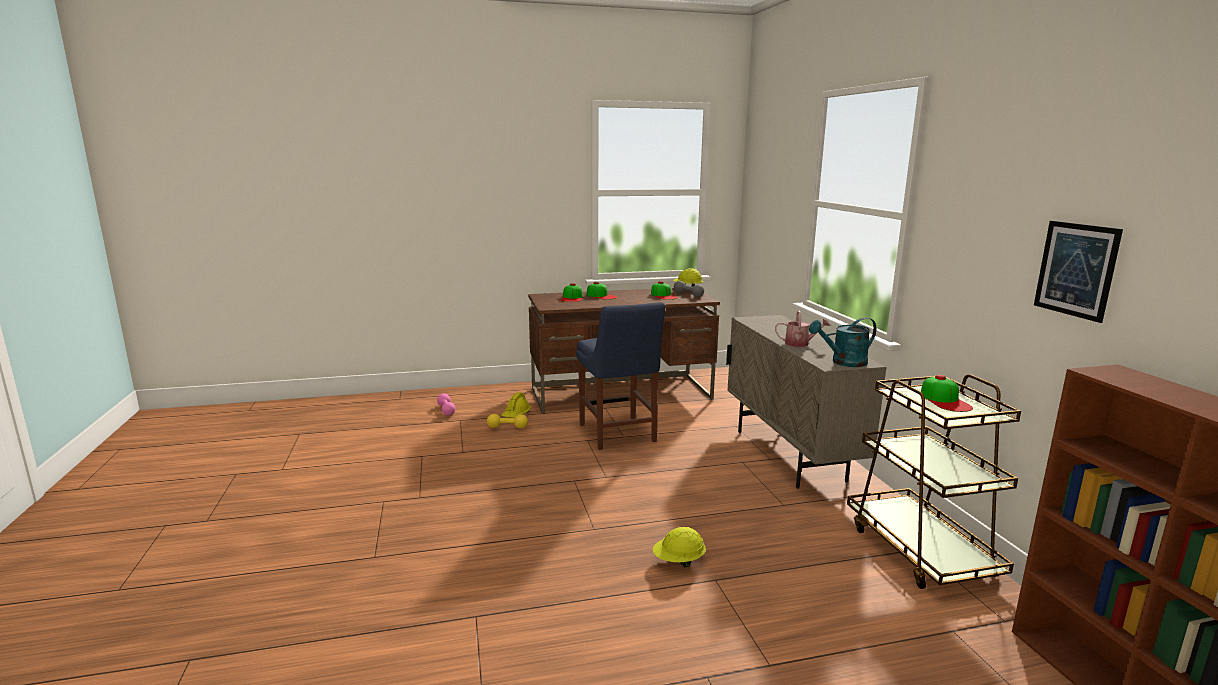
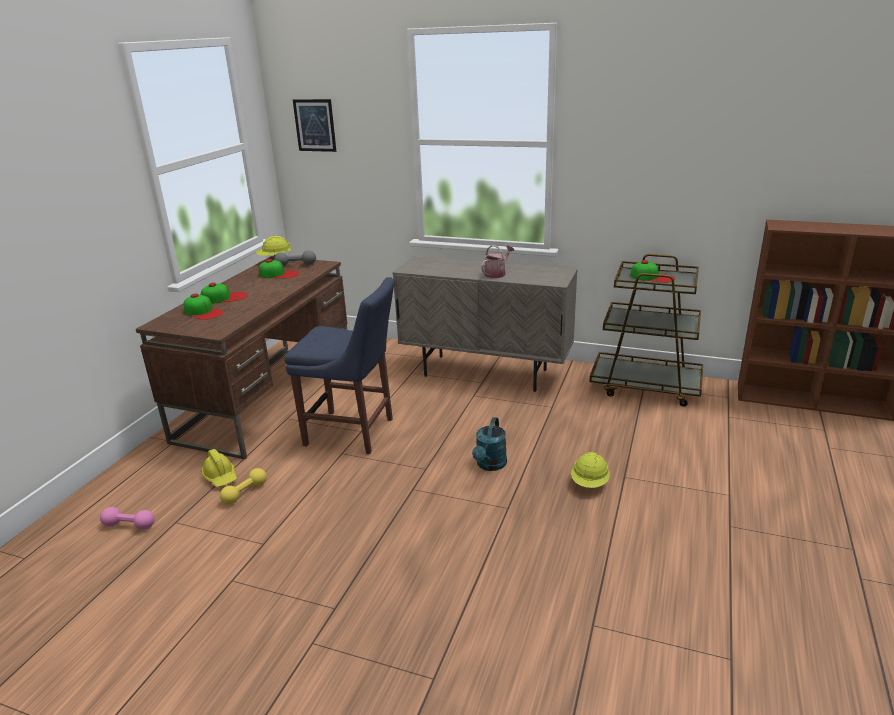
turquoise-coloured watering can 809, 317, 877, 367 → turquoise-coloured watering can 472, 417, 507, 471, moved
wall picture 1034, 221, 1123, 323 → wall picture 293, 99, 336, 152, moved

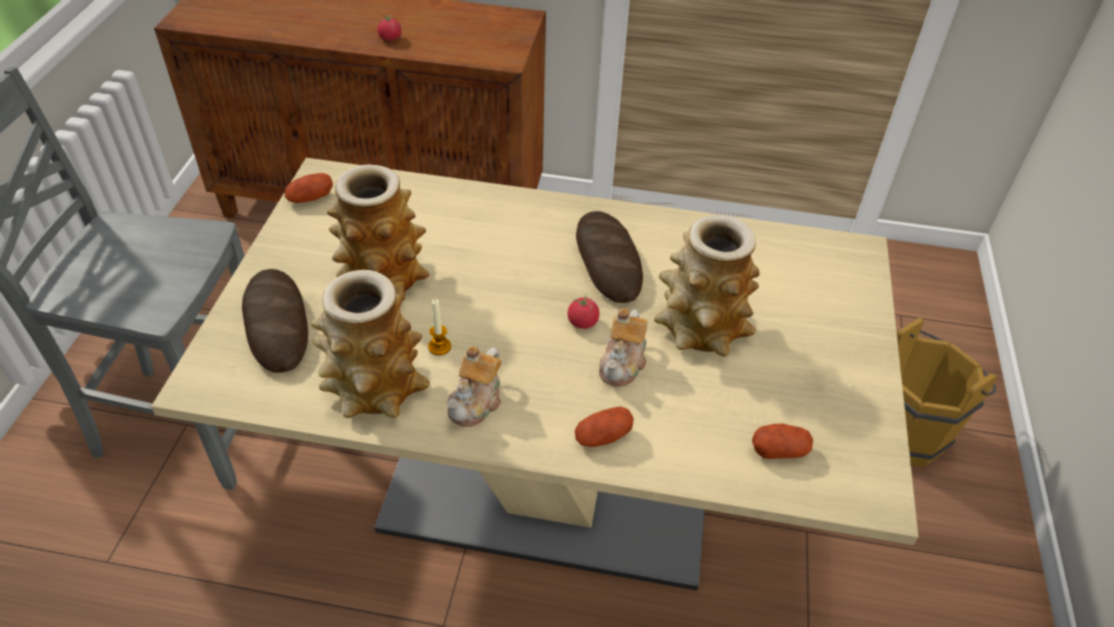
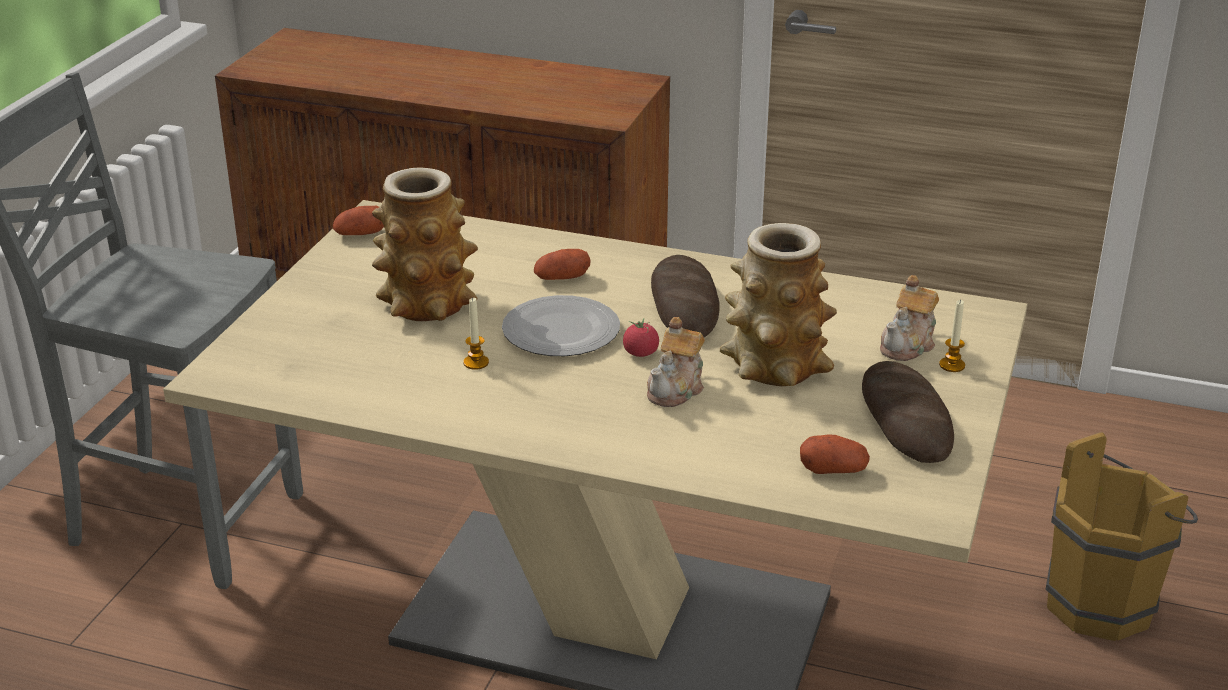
baked bread 242, 269, 308, 373 → baked bread 862, 361, 954, 463, moved
vase 311, 270, 430, 418 → -
fresh tomato 378, 14, 401, 41 → -
teapot 447, 346, 501, 427 → teapot 880, 275, 939, 361, moved
spud 575, 406, 634, 447 → spud 534, 249, 591, 280, moved
- → plate 502, 295, 620, 356
- → wax light 939, 299, 965, 372

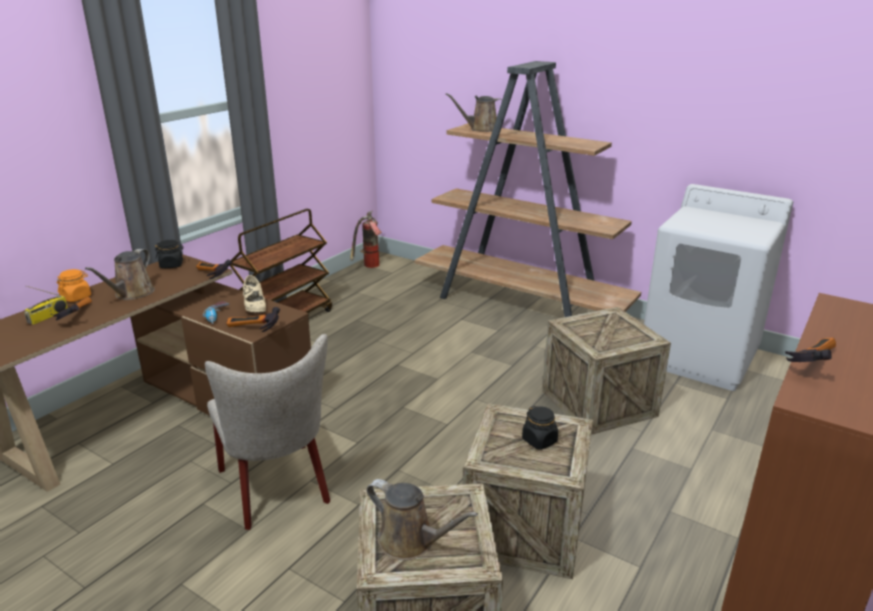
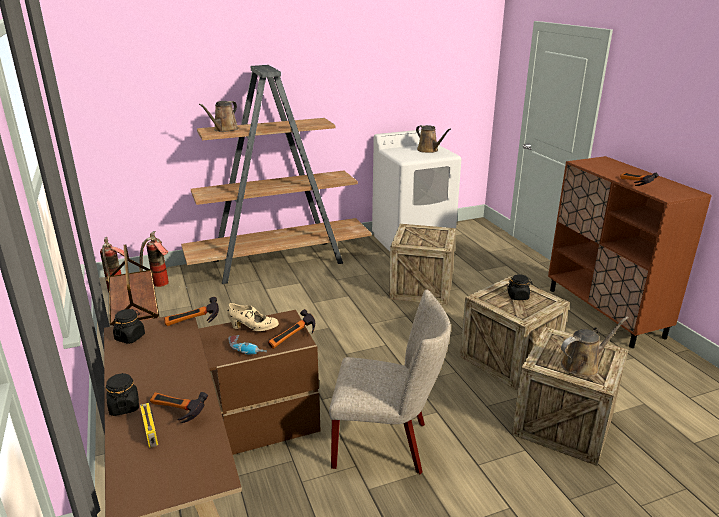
orange-coloured jar 57, 269, 91, 302 → black jar 106, 373, 139, 416
brown watering can 85, 249, 155, 300 → brown watering can 416, 125, 451, 153, moved
- → extinguisher 139, 231, 169, 287

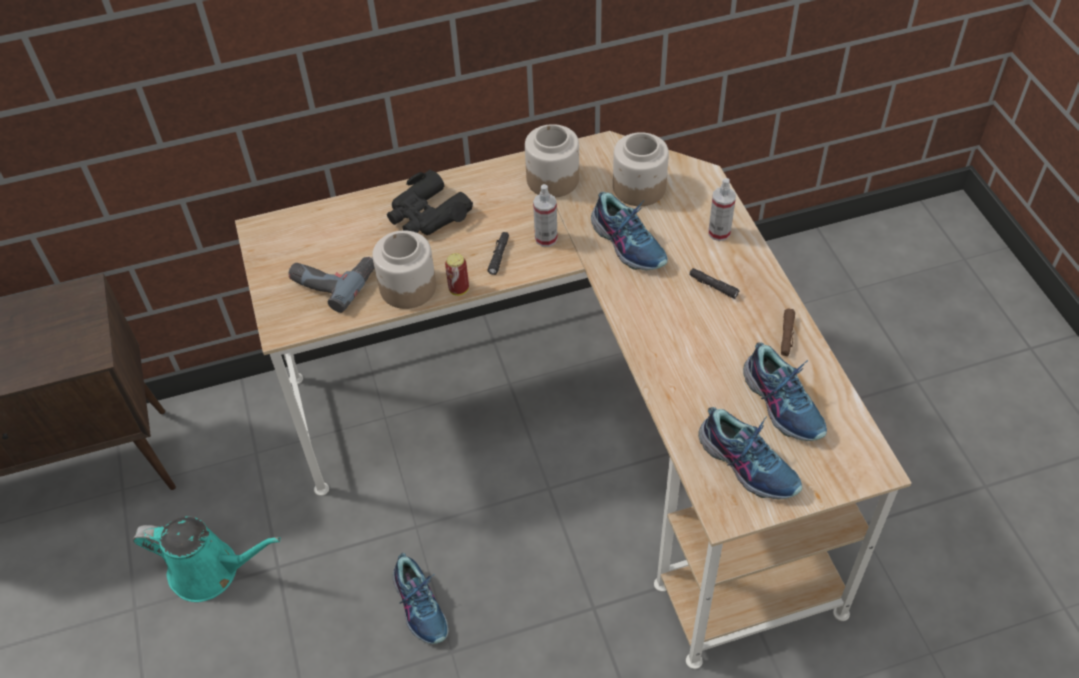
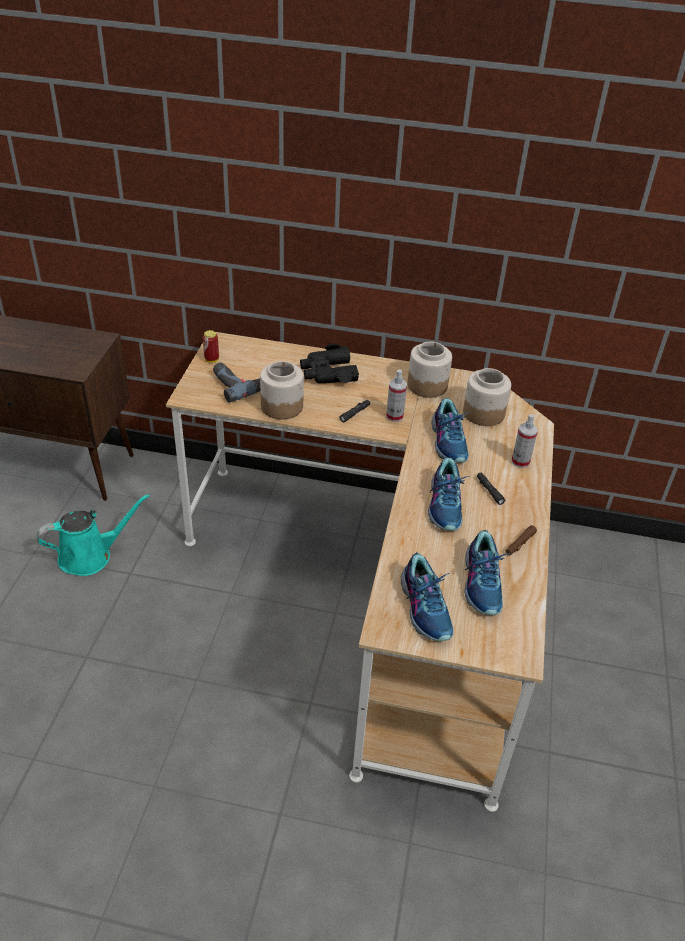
turquoise-coloured watering can 133, 517, 281, 602 → turquoise-coloured watering can 37, 494, 150, 576, 60 degrees counterclockwise
low shoe 392, 553, 449, 644 → low shoe 428, 457, 470, 531, moved
sealed can 445, 253, 469, 296 → sealed can 203, 330, 219, 363, moved

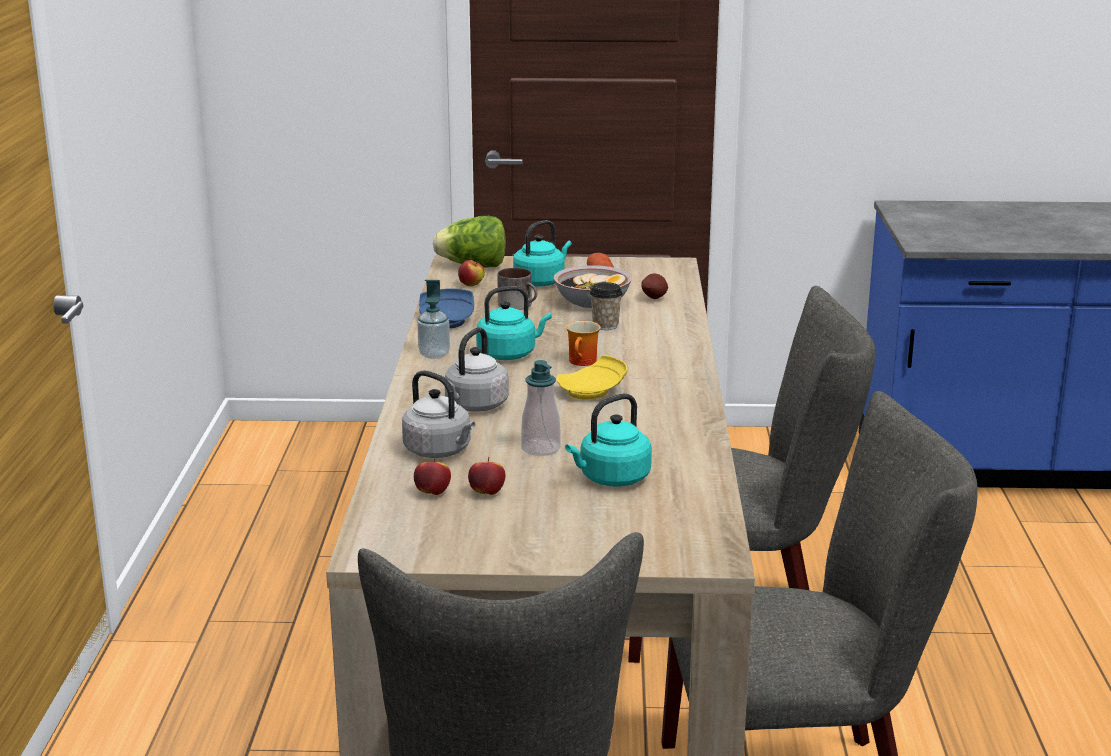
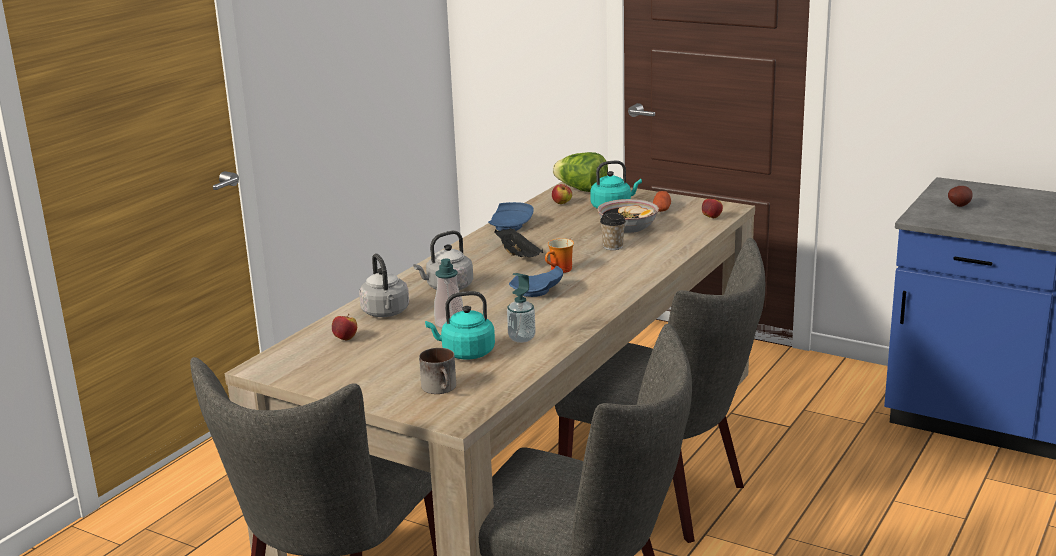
liquid soap bottle 417, 280, 450, 359 → liquid soap bottle 507, 273, 536, 343, moved
whole apple 468, 457, 505, 495 → whole apple 702, 197, 723, 218, moved
turquoise-coloured kettle 476, 286, 552, 360 → black carrying tray 494, 228, 543, 257
coffee mug 497, 268, 538, 310 → coffee mug 419, 348, 456, 394, moved
yellow-coloured plate 557, 355, 627, 400 → bluish plate 509, 266, 563, 297
spud 641, 273, 668, 299 → spud 948, 186, 973, 207, moved

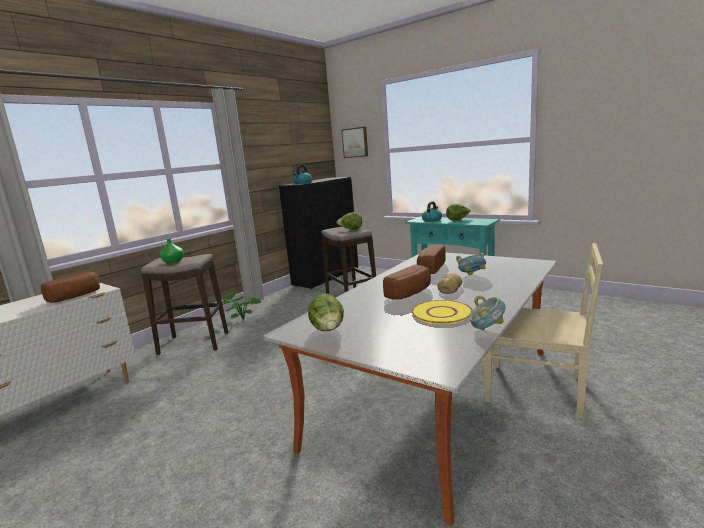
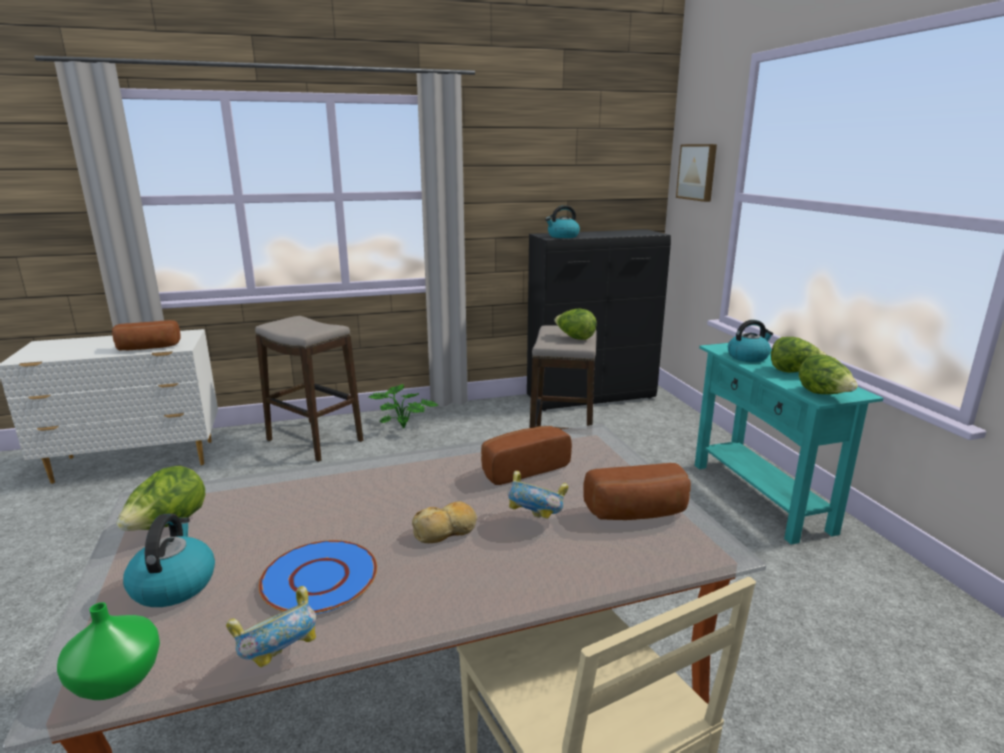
green vase 159, 239, 184, 264 → green vase 57, 602, 160, 700, moved
baked bread 383, 265, 431, 300 → baked bread 583, 463, 691, 520, moved
yellow-coloured plate 412, 300, 473, 324 → bluish plate 259, 540, 377, 614
- → kettle 123, 513, 215, 607
- → lettuce 799, 354, 858, 394

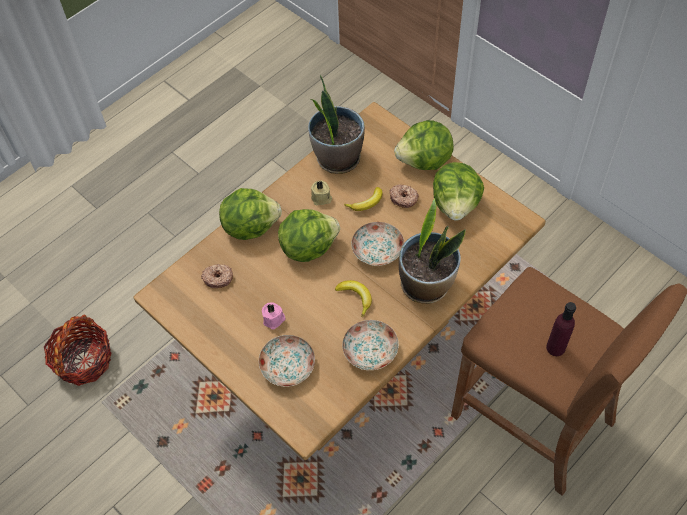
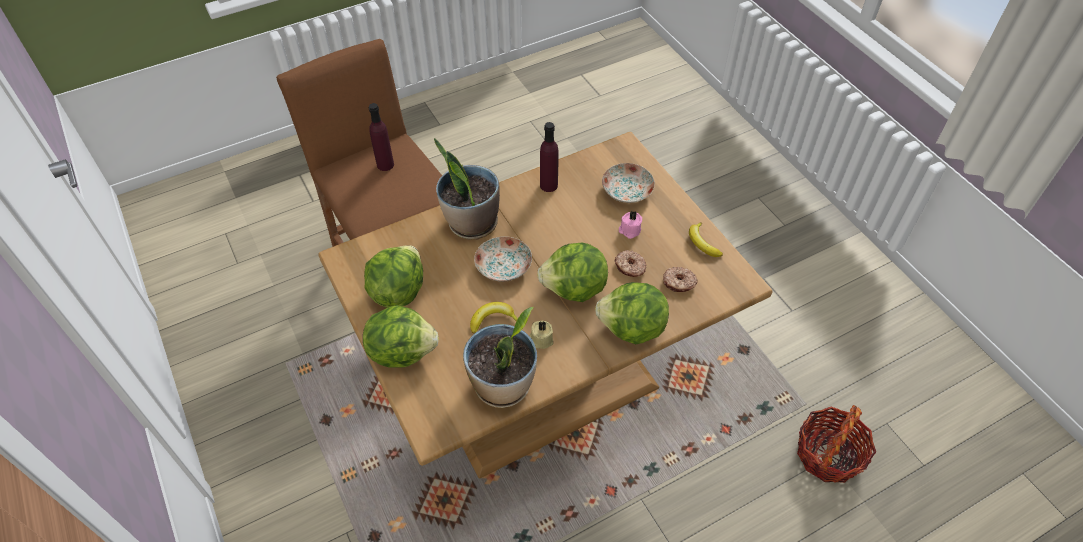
banana 335, 280, 372, 317 → banana 689, 222, 723, 257, moved
plate 342, 320, 399, 370 → purplish beverage bottle 540, 122, 559, 192
donut 389, 185, 419, 208 → donut 615, 250, 646, 277, moved

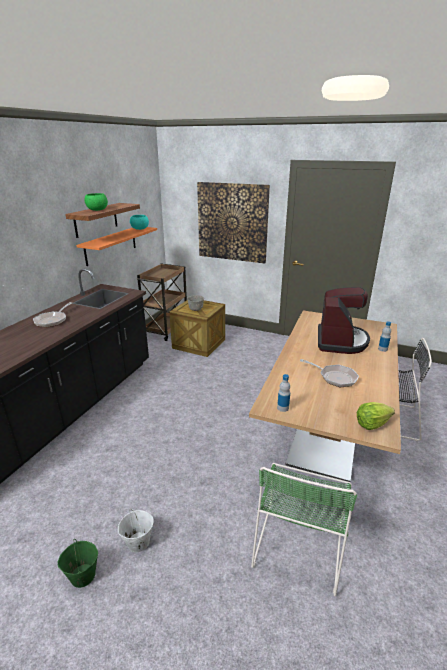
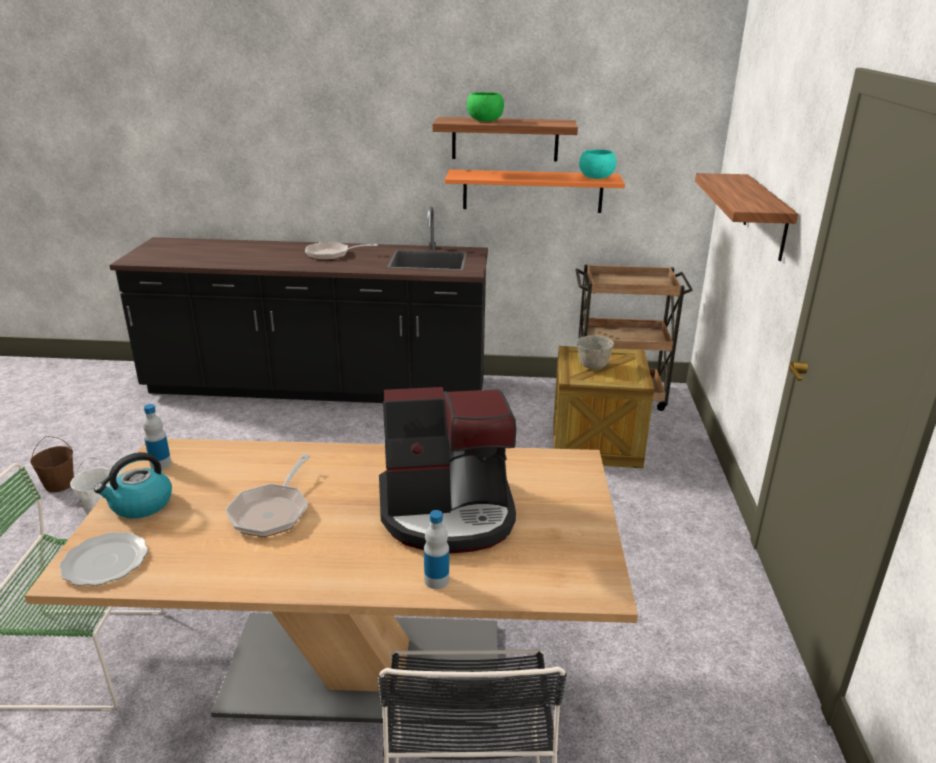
green bucket 57, 539, 98, 588 → brown bucket 30, 436, 74, 492
wall picture 197, 182, 270, 263 → bracket shelf 695, 173, 798, 261
lettuce 357, 402, 395, 430 → plate 59, 532, 148, 586
- → kettle 94, 452, 172, 518

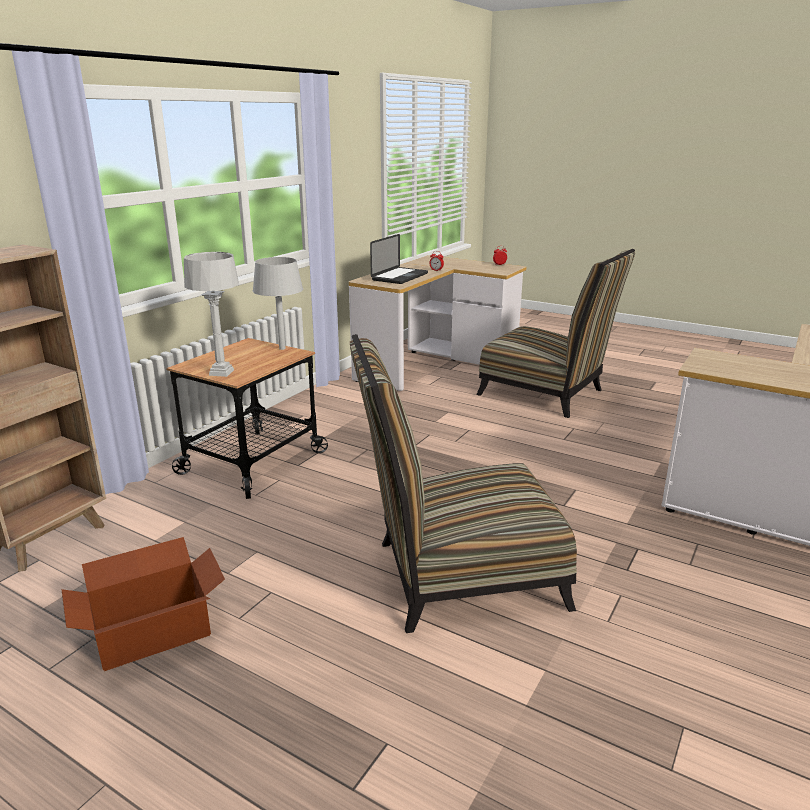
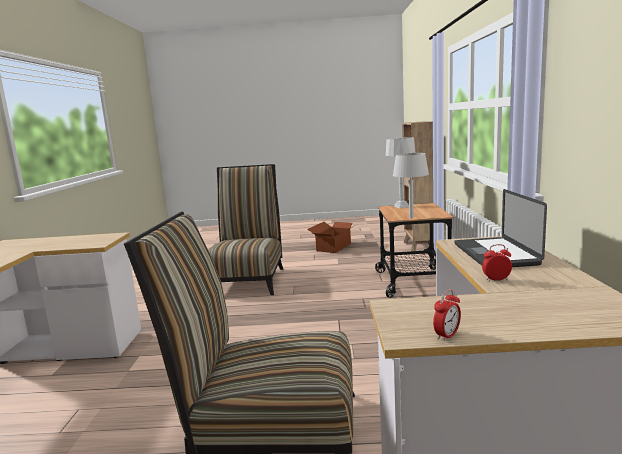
plain chair 350, 334, 577, 633 → plain chair 208, 164, 283, 295, 45 degrees counterclockwise

